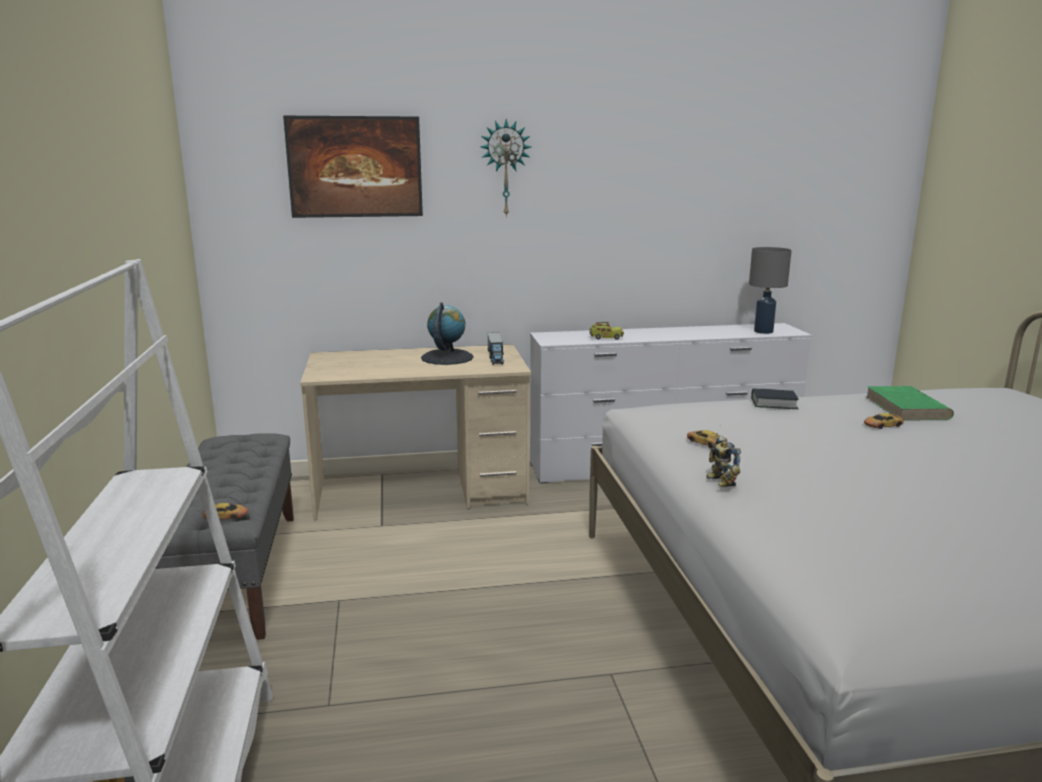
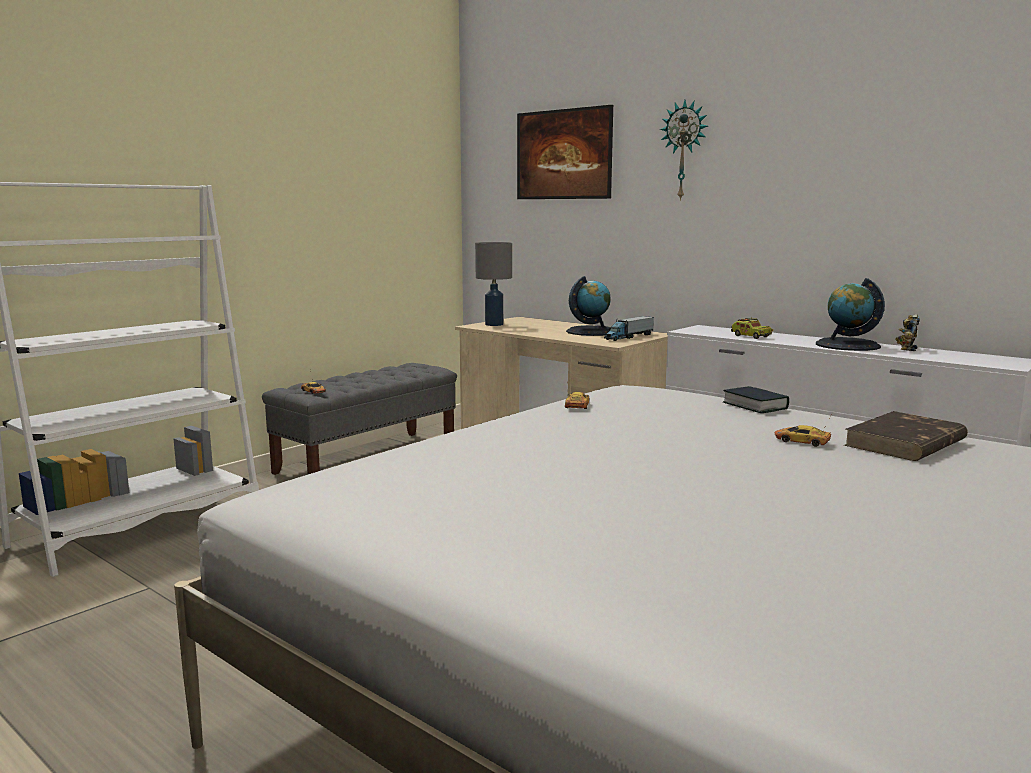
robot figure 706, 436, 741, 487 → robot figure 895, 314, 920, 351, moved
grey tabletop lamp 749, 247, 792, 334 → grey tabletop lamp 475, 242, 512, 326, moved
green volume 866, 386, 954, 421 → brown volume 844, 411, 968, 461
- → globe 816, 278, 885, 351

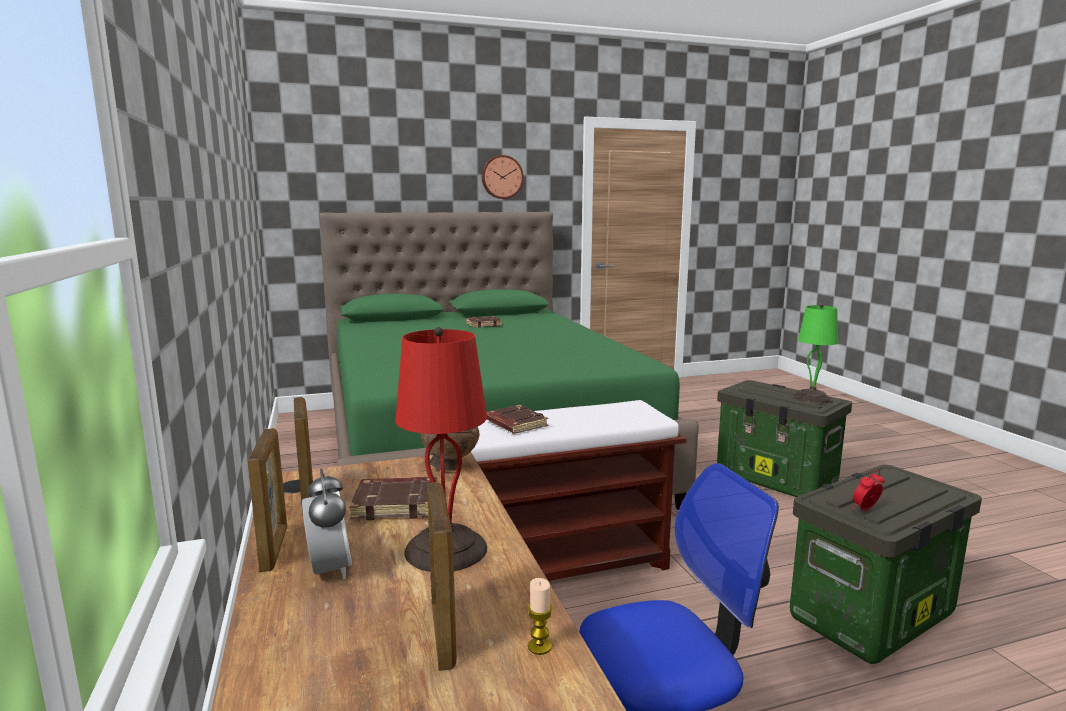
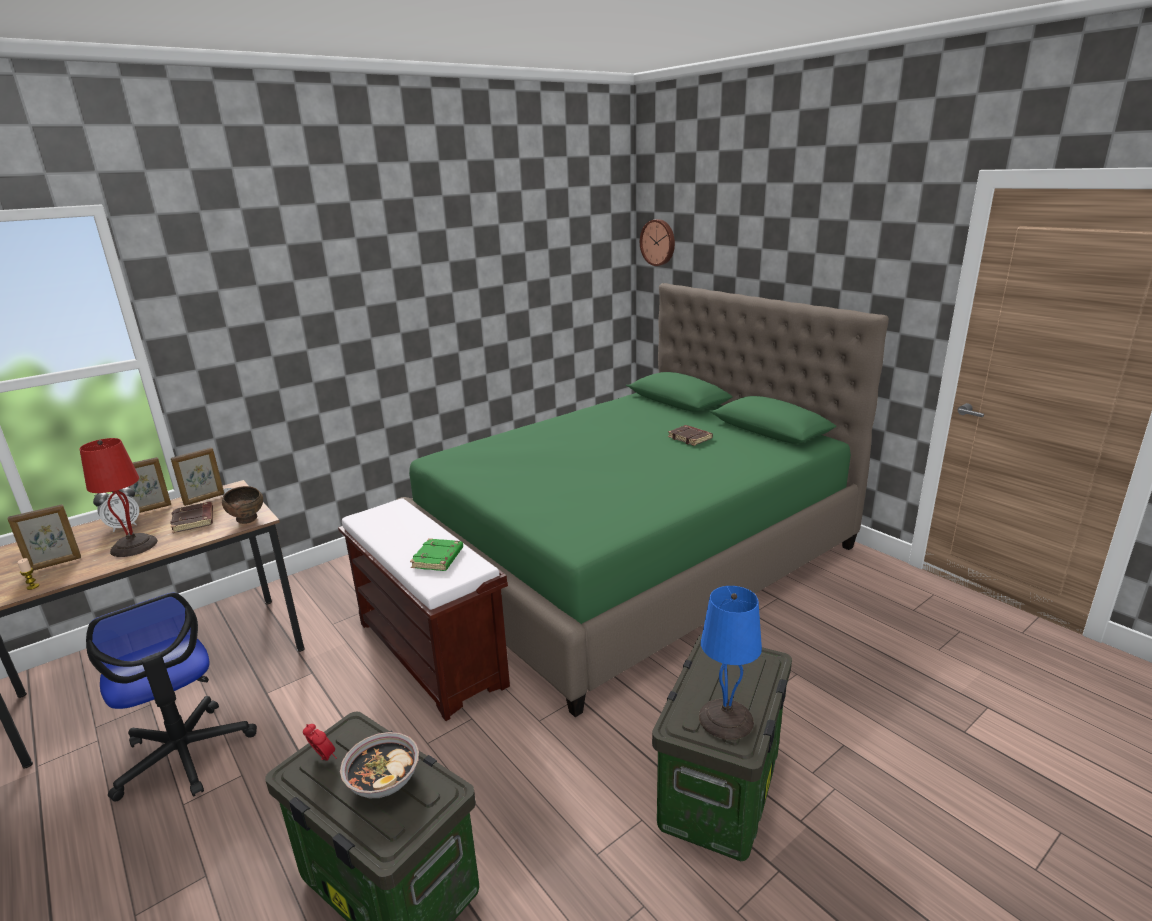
hanging clock 482, 155, 524, 199 → hanging clock 640, 219, 675, 266, moved
brown volume 487, 405, 548, 434 → -
green tabletop lamp 794, 304, 838, 403 → bluish tabletop lamp 699, 586, 762, 740
- → deep dish 340, 732, 419, 798
- → green volume 410, 538, 463, 571

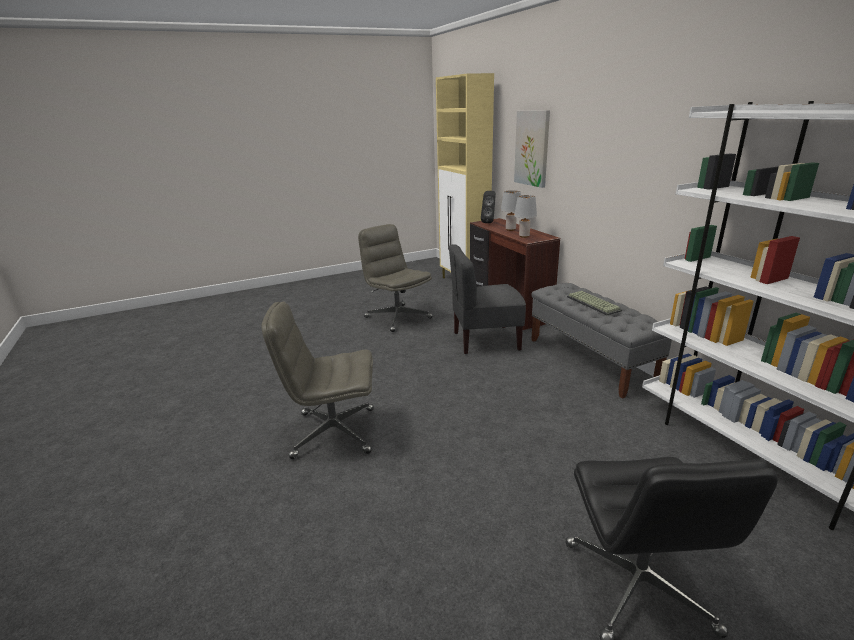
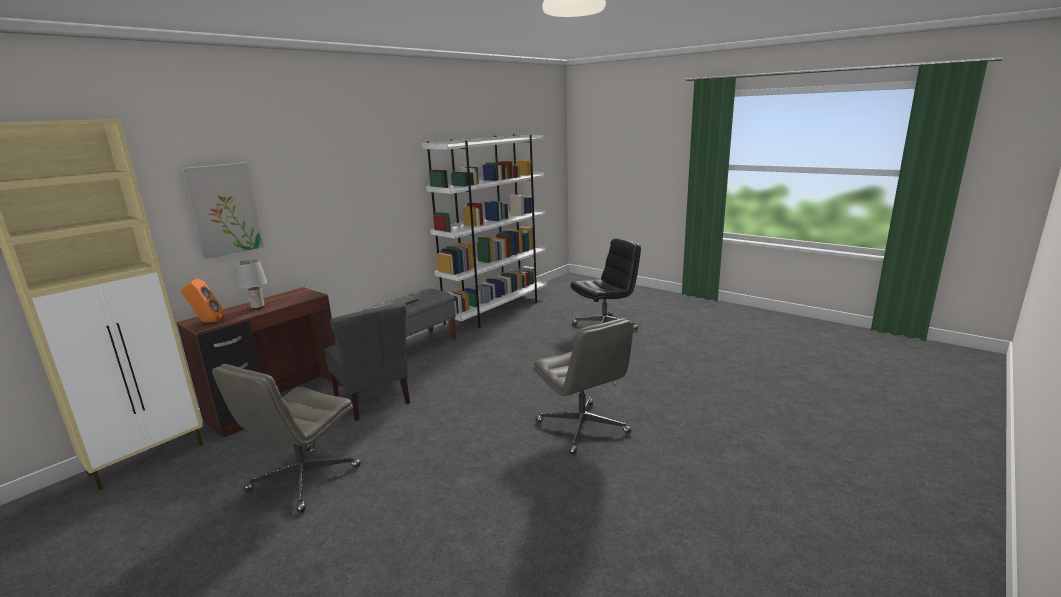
black speaker 481, 191, 496, 223 → orange-coloured speaker 181, 279, 224, 323
grey tabletop lamp 514, 195, 537, 238 → -

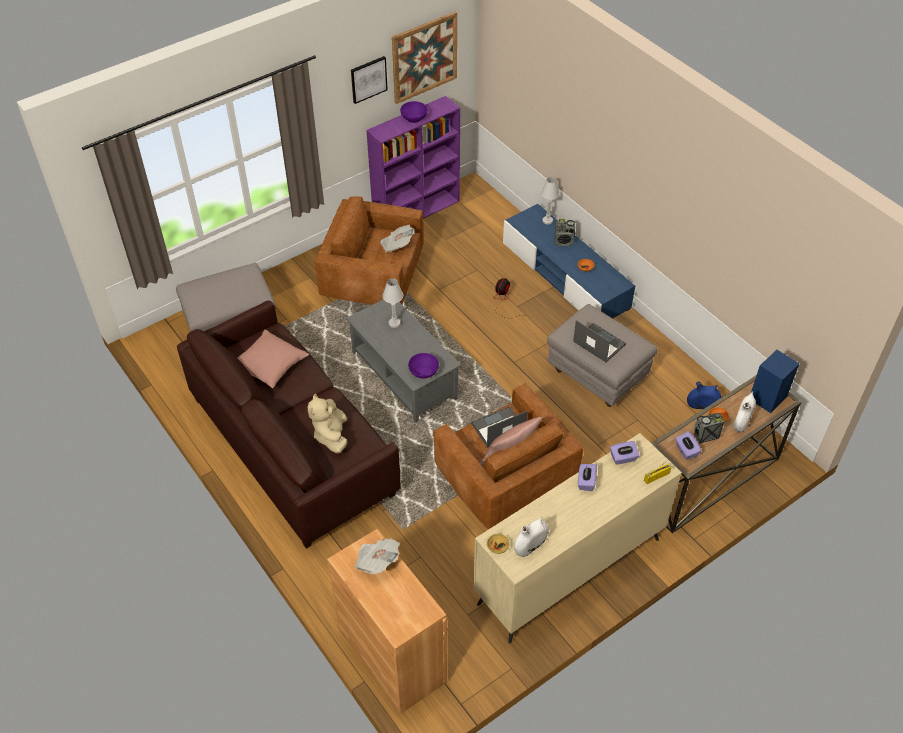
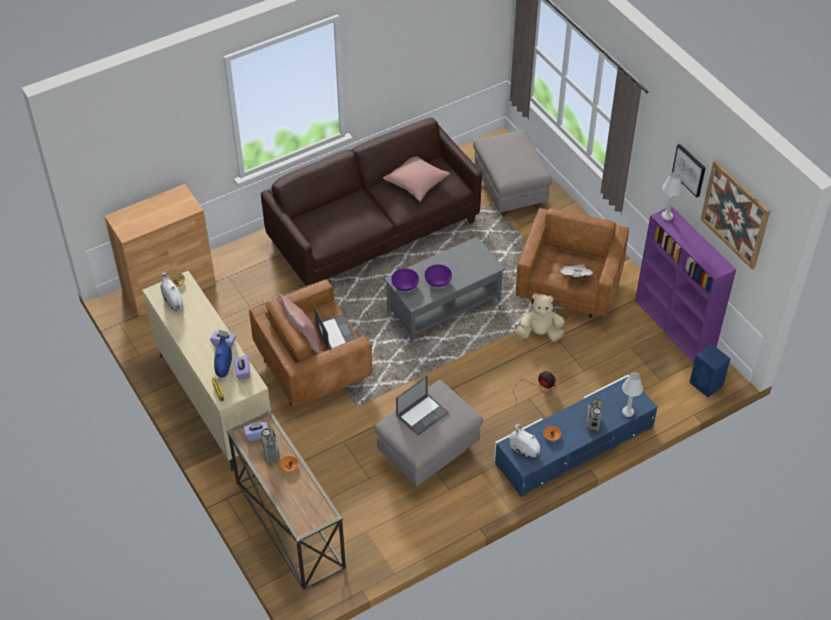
beige plush toy 308, 394, 348, 453 → beige plush toy 515, 294, 565, 342, moved
printed paper 354, 538, 399, 574 → -
white tabletop lamp 383, 278, 403, 328 → white tabletop lamp 661, 172, 683, 220, moved
purplish deep dish 400, 101, 427, 123 → purplish deep dish 424, 264, 452, 287, moved
bluish vase 687, 381, 722, 409 → bluish vase 214, 336, 232, 378, moved
white vase 733, 391, 756, 432 → white vase 509, 424, 540, 458, moved
bluish speaker 751, 350, 800, 413 → bluish speaker 689, 344, 730, 397, moved

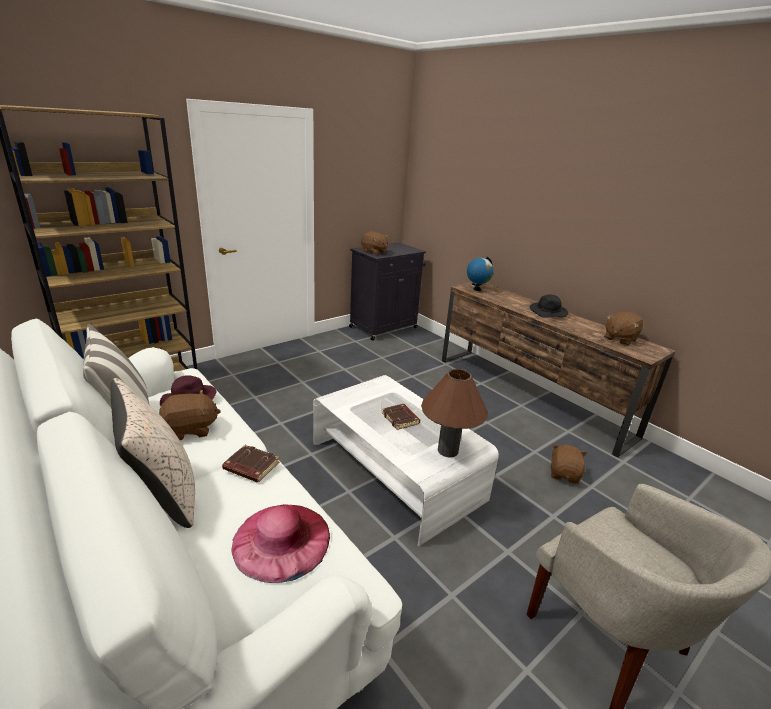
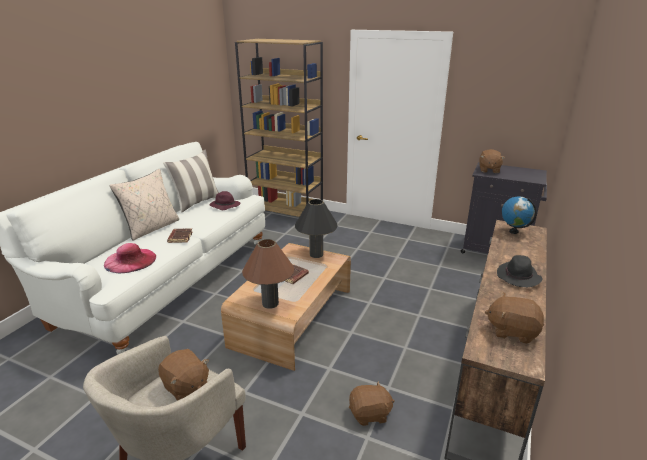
brown plush toy 159, 390, 221, 440 → brown plush toy 158, 349, 209, 401, moved
white lounge table 313, 375, 499, 546 → brown lounge table 221, 243, 351, 371
- → black tabletop lamp 295, 199, 338, 258

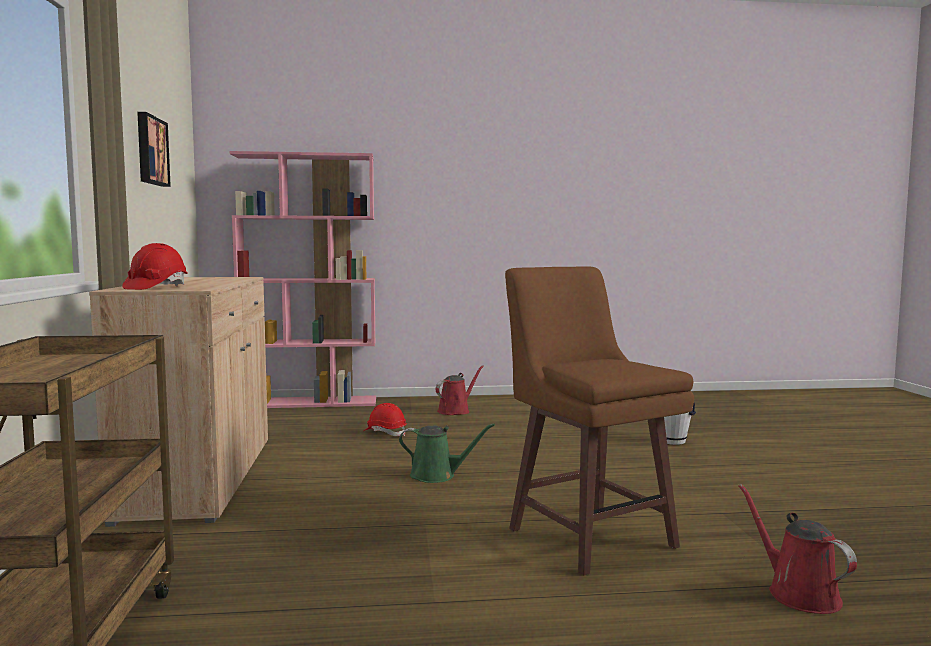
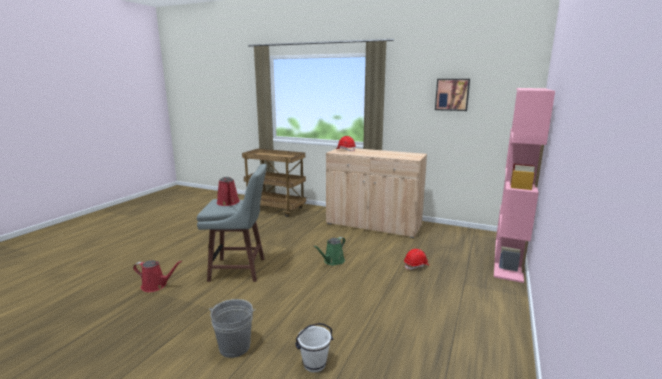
red-coloured watering can 436, 365, 484, 415 → red-coloured watering can 217, 176, 240, 206, moved
brown sitting stool 505, 267, 694, 575 → grey sitting stool 197, 164, 267, 282
- → grey bucket 209, 299, 256, 358

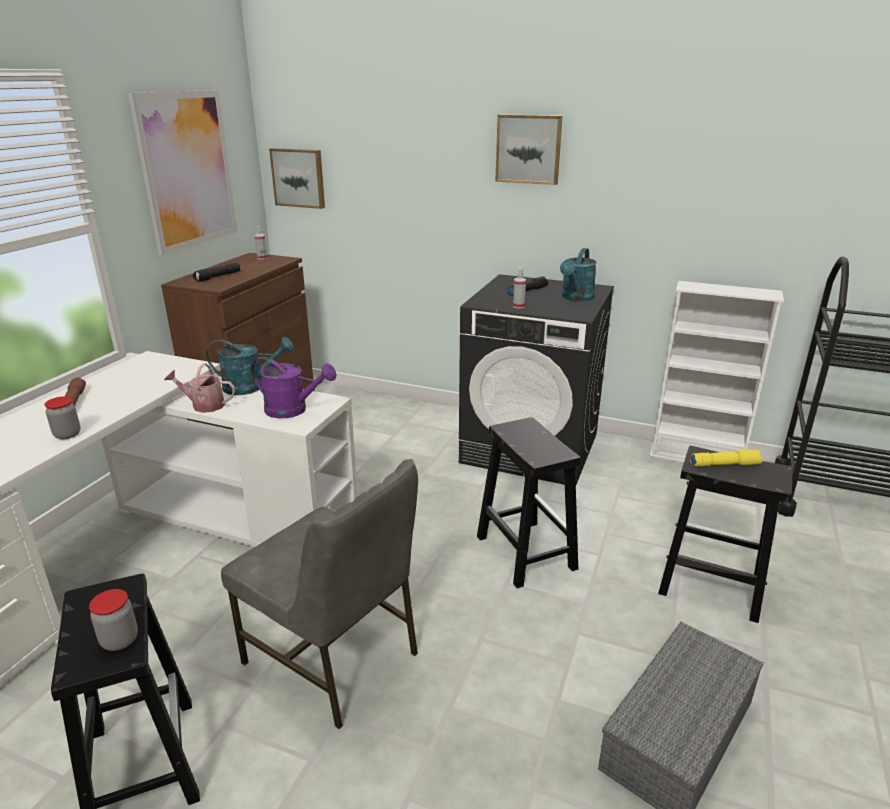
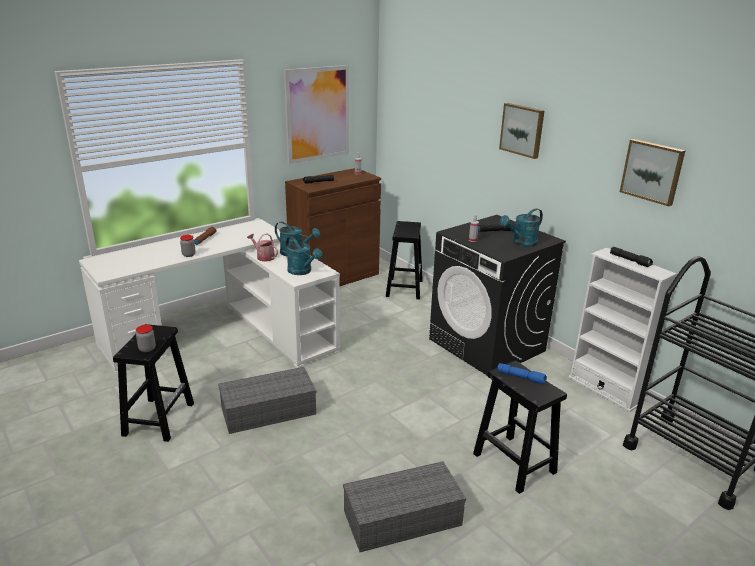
grey plain chair 221, 459, 418, 729 → grey storage bin 218, 367, 316, 434
purplish watering can 251, 356, 337, 418 → turquoise-coloured watering can 286, 236, 322, 275
wall picture 269, 148, 325, 209 → wall picture 620, 139, 685, 206, moved
black sitting stool 477, 417, 581, 588 → black sitting stool 386, 221, 423, 299, moved
yellow-coloured flashlight 690, 449, 763, 466 → bluish flashlight 497, 363, 547, 384
- → black flashlight 610, 247, 653, 267

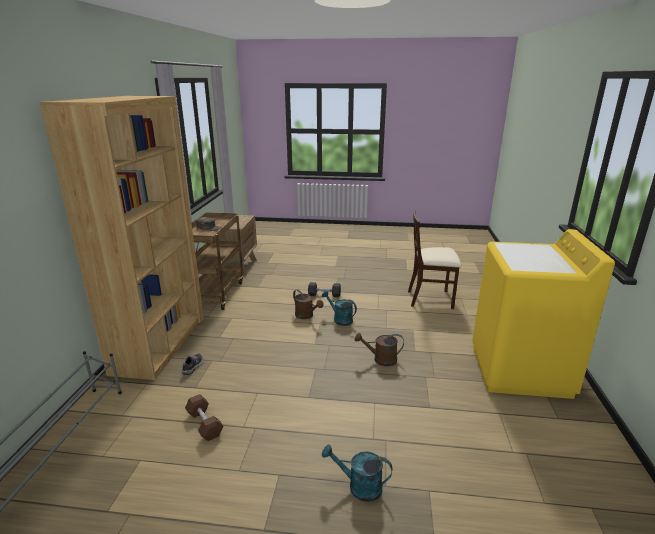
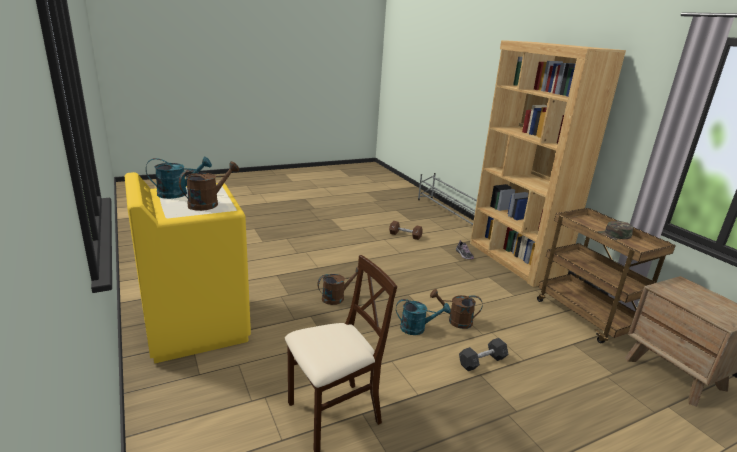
turquoise-coloured watering can 322, 444, 392, 502 → turquoise-coloured watering can 146, 157, 212, 199, moved
- → brown watering can 179, 162, 239, 211

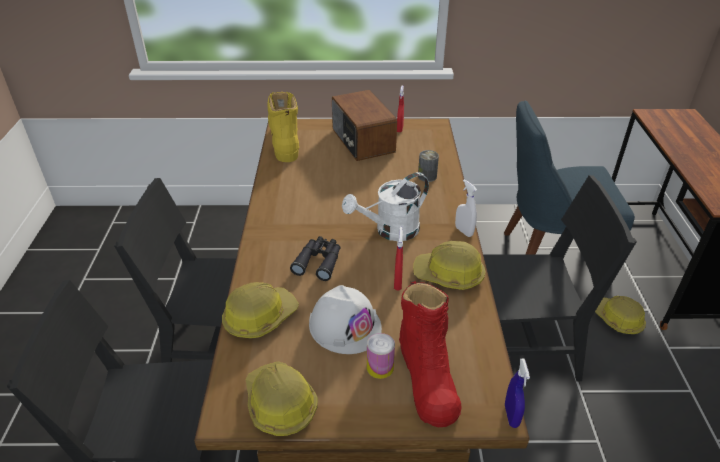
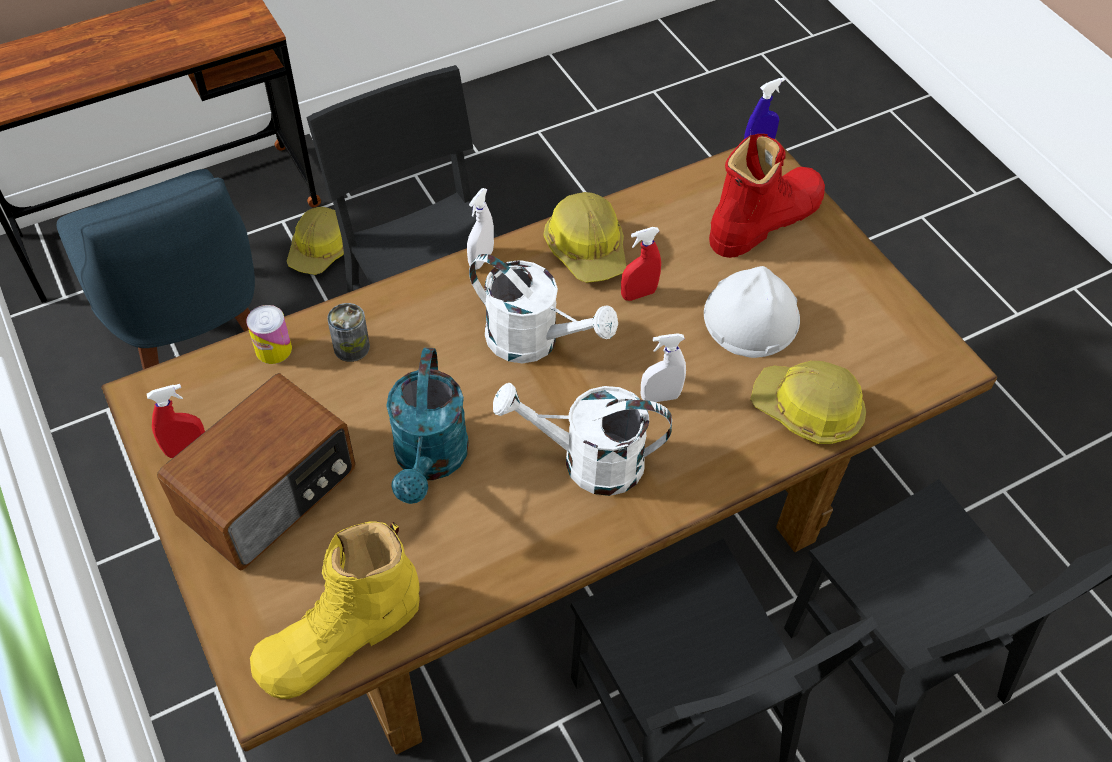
work helmet 245, 361, 318, 436 → -
black pair of binoculars 290, 236, 341, 281 → white spray bottle 641, 333, 686, 402
sealed can 367, 333, 395, 379 → sealed can 246, 305, 292, 364, moved
- → turquoise-coloured watering can 386, 348, 469, 504
- → white watering can 493, 383, 672, 496

